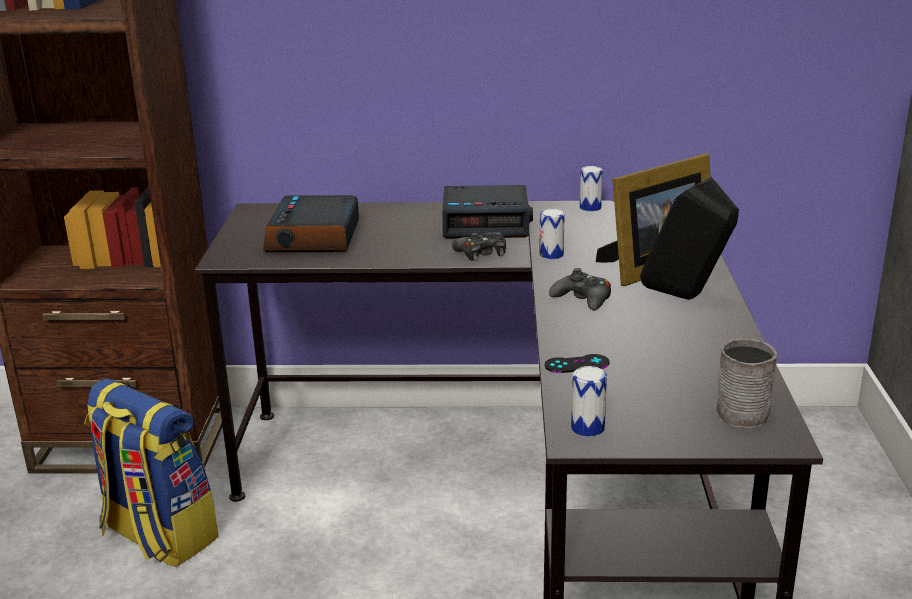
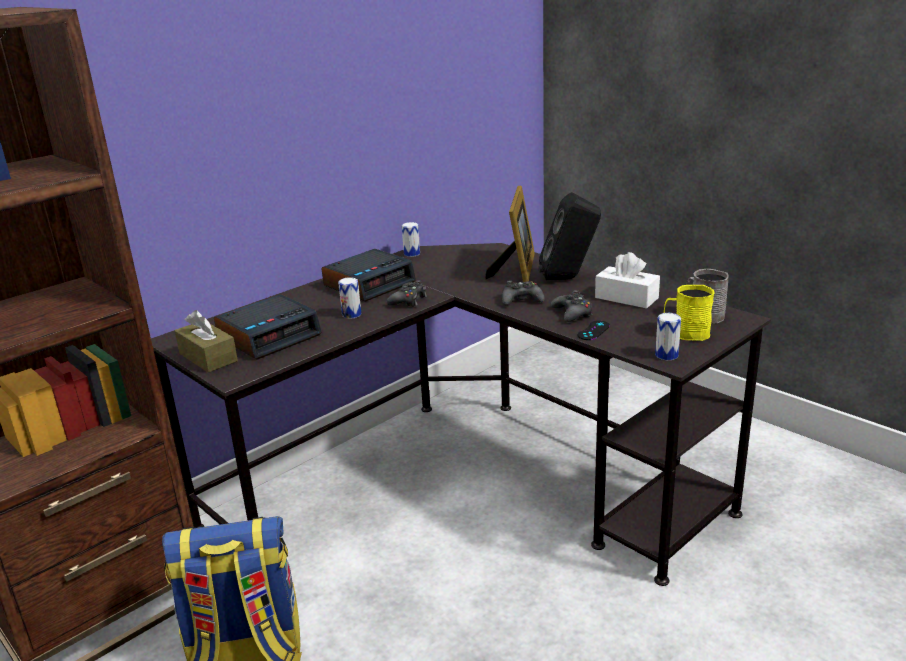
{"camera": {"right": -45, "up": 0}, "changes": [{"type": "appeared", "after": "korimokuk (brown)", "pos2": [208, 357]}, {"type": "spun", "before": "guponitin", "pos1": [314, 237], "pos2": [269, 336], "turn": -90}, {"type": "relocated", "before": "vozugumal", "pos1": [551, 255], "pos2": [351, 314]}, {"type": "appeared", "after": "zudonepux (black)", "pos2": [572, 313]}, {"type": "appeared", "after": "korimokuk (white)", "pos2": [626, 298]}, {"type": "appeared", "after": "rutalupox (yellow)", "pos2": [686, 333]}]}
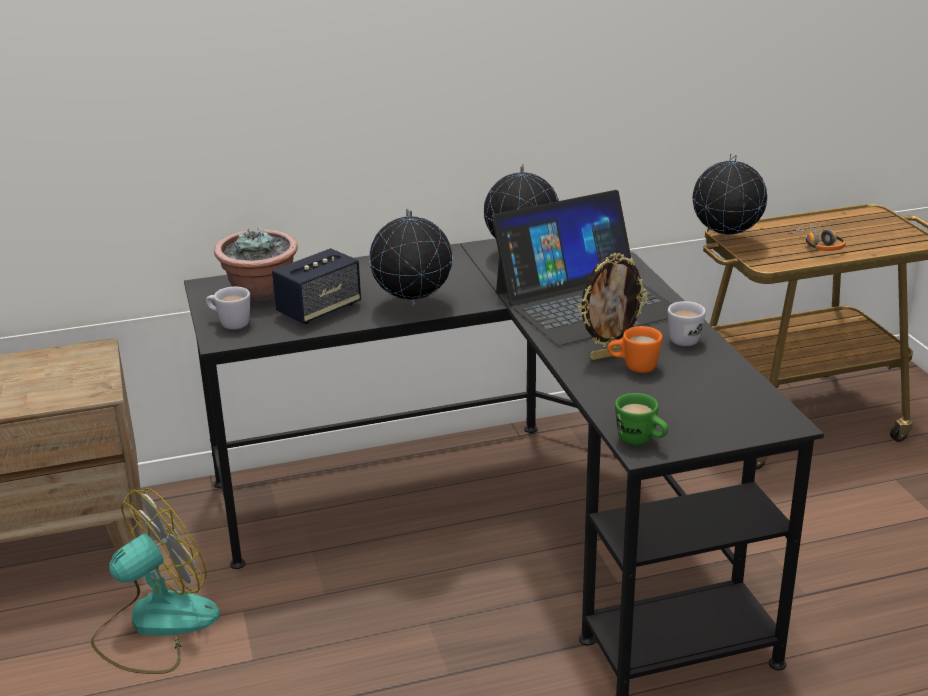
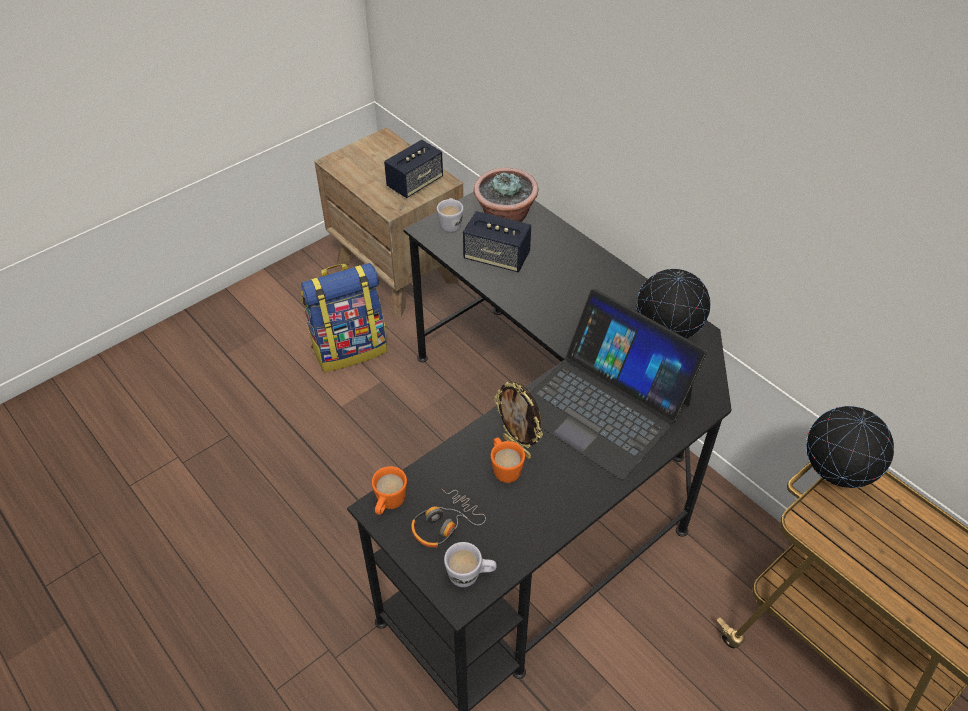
{"camera": {"right": 65, "up": 20}, "changes": [{"type": "exchanged", "before": "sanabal", "after": "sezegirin", "pos1": [155, 625], "pos2": [350, 348]}, {"type": "colour", "before": "rutalupox (green)", "after": "rutalupox (orange)", "pos1": [641, 441], "pos2": [389, 504]}, {"type": "appeared", "after": "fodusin", "pos2": [415, 183]}, {"type": "relocated", "before": "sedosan", "pos1": [818, 244], "pos2": [444, 524]}, {"type": "relocated", "before": "rutalupox (white)", "pos1": [686, 338], "pos2": [470, 576]}, {"type": "missing", "before": "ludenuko", "pos1": [412, 306]}]}
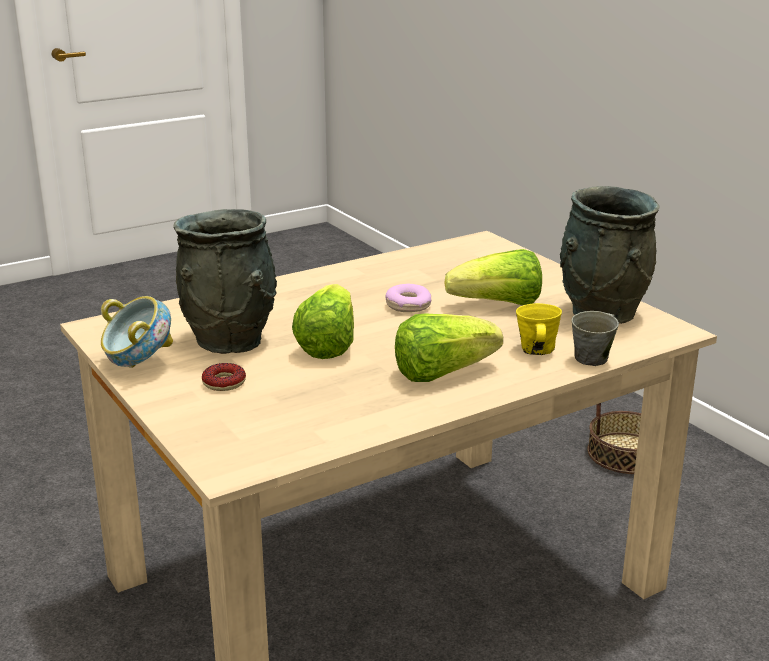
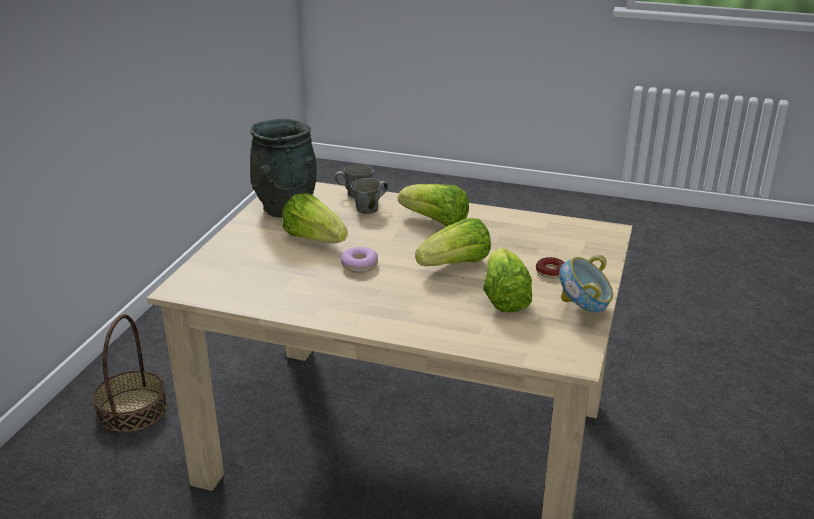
{"camera": {"right": -130, "up": 5}, "changes": [{"type": "colour", "before": "rutalupox (yellow)", "after": "rutalupox (grey)", "pos1": [537, 351], "pos2": [369, 209]}, {"type": "exchanged", "before": "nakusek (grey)", "after": "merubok", "pos1": [231, 340], "pos2": [504, 297]}]}
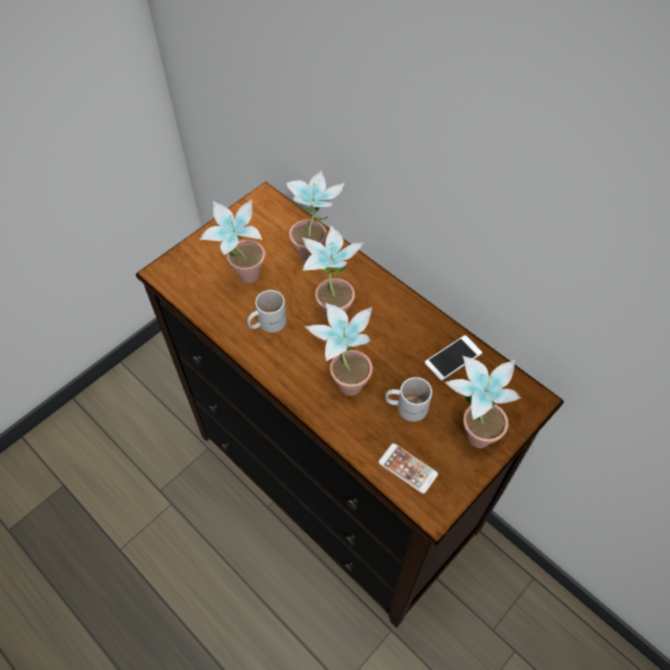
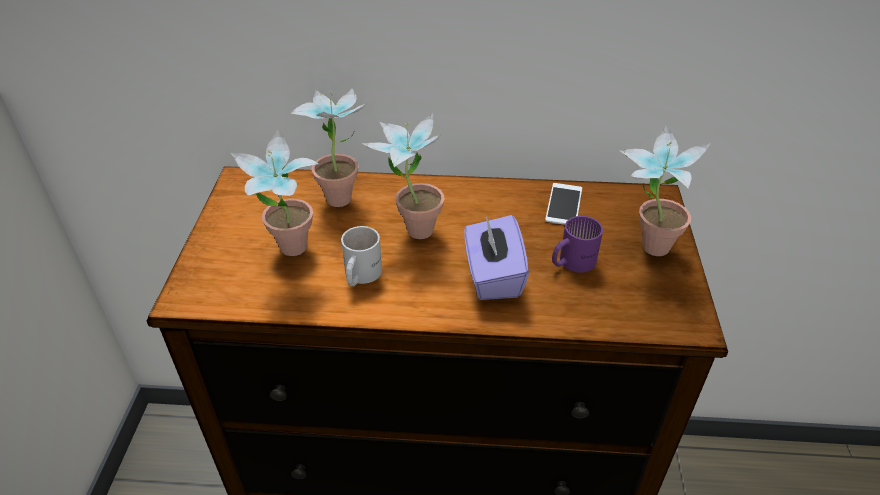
{"camera": {"right": -40, "up": -15}, "changes": [{"type": "exchanged", "before": "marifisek", "after": "korimokuk (purple)", "pos1": [344, 380], "pos2": [492, 276]}, {"type": "colour", "before": "rutalupox (white)", "after": "rutalupox (purple)", "pos1": [406, 405], "pos2": [571, 261]}, {"type": "missing", "before": "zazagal", "pos1": [408, 468]}]}
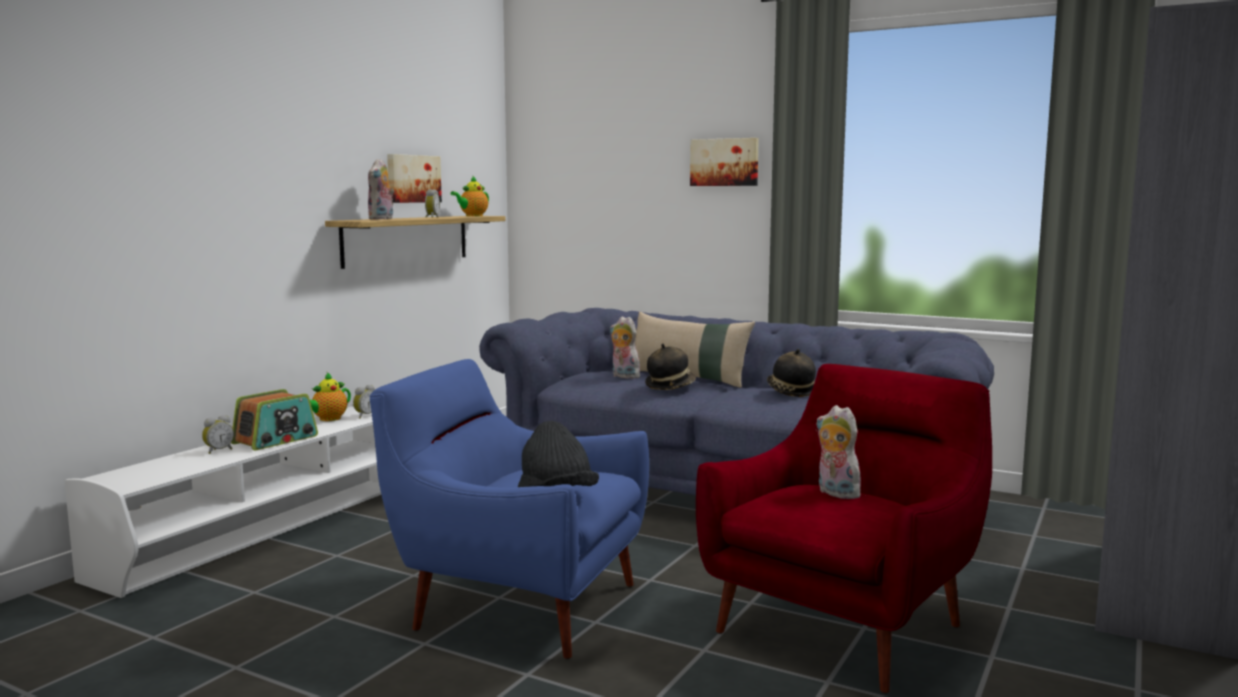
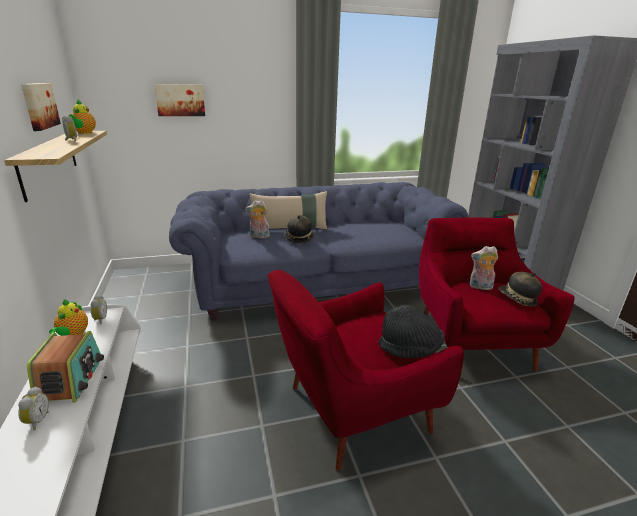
{"camera": {"right": -45, "up": 15}, "changes": [{"type": "relocated", "before": "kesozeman", "pos1": [724, 162], "pos2": [180, 100]}, {"type": "colour", "before": "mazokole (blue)", "after": "mazokole (red)", "pos1": [517, 604], "pos2": [351, 411]}, {"type": "relocated", "before": "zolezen", "pos1": [791, 392], "pos2": [516, 299]}, {"type": "missing", "before": "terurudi", "pos1": [382, 219]}]}
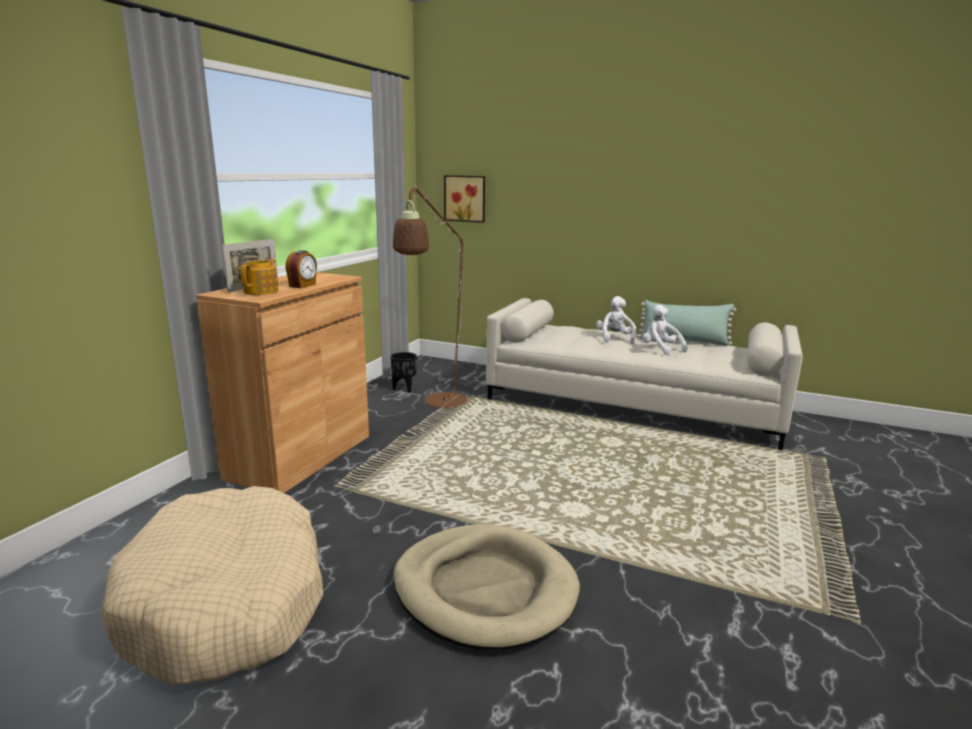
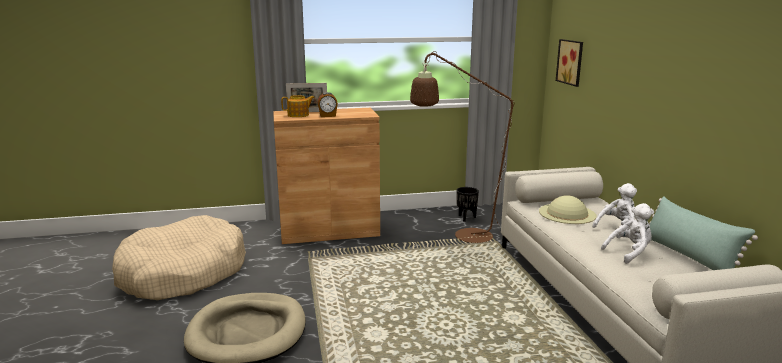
{"camera": {"right": 55, "up": 0}, "changes": [{"type": "appeared", "after": "zolezen (beige)", "pos2": [567, 213]}, {"type": "spun", "before": "terurudi (white)", "pos1": [660, 349], "pos2": [629, 252], "turn": 45}]}
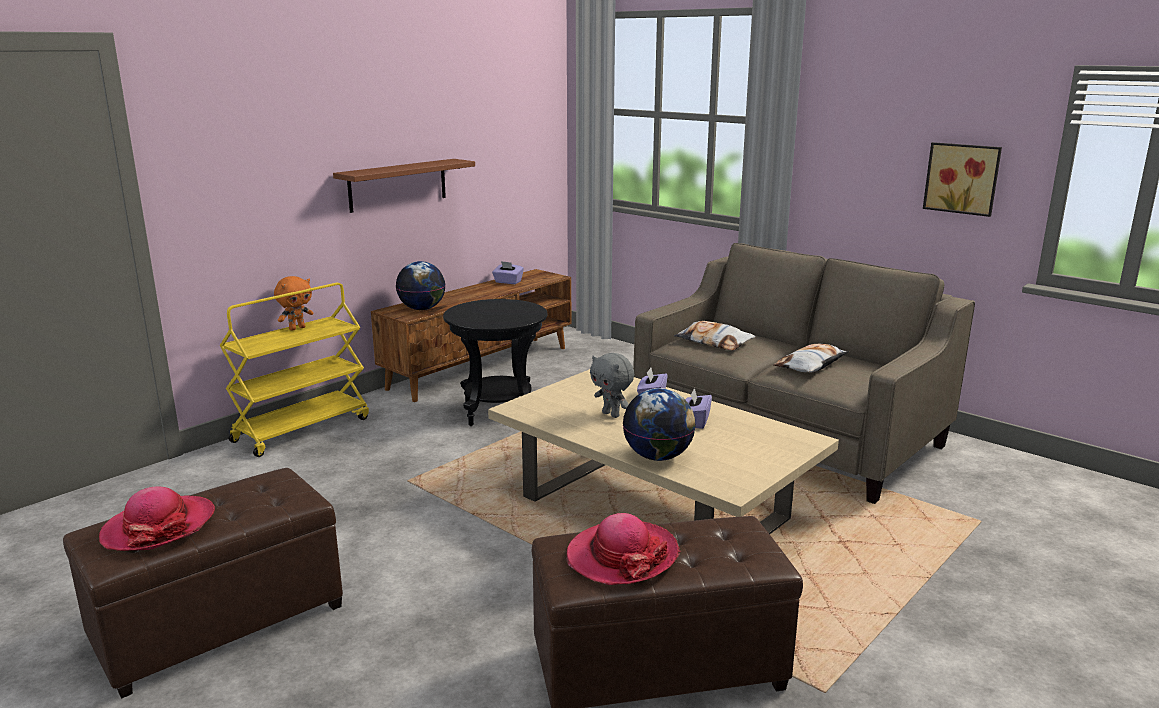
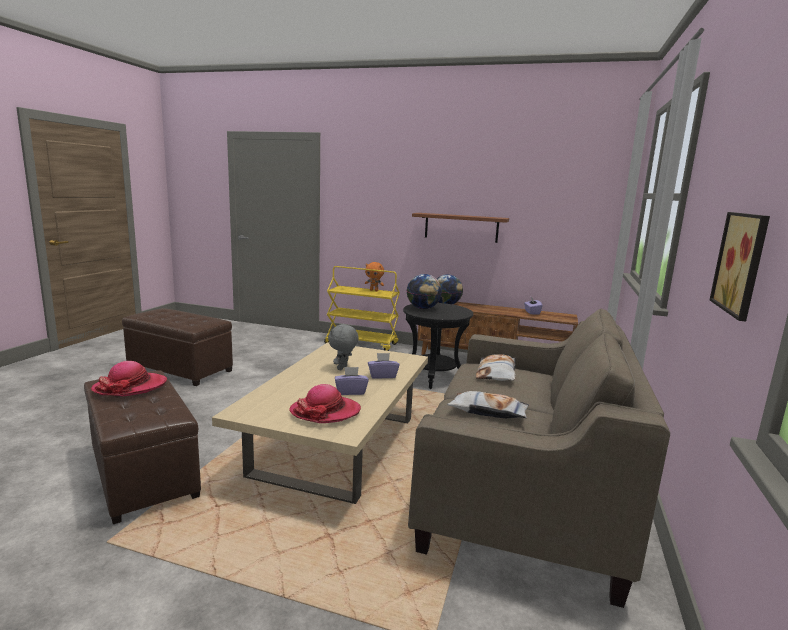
{"camera": {"right": 65, "up": -5}, "changes": [{"type": "relocated", "before": "zolezen", "pos1": [159, 527], "pos2": [325, 411]}, {"type": "relocated", "before": "ludenuko", "pos1": [658, 457], "pos2": [423, 308]}]}
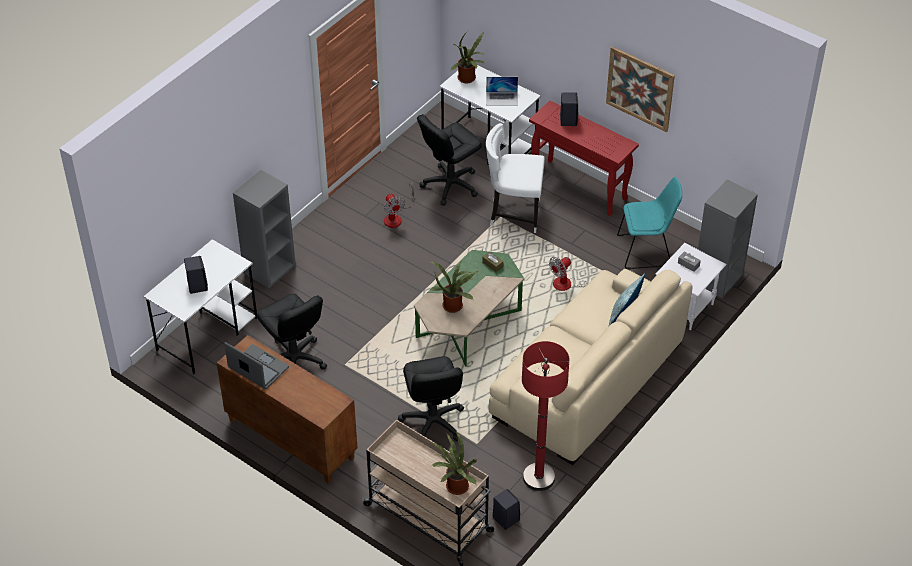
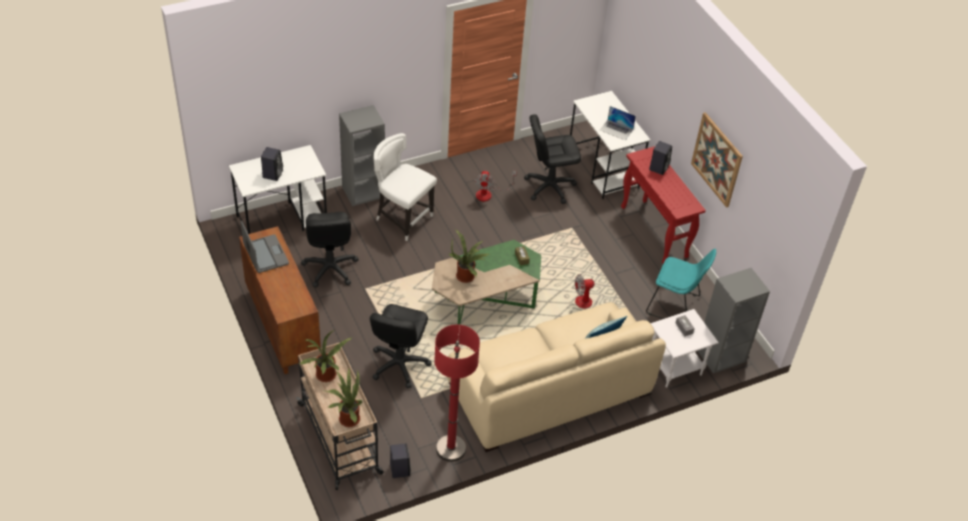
{"camera": {"right": 25, "up": 0}, "changes": [{"type": "relocated", "before": "marifisek", "pos1": [468, 79], "pos2": [326, 377]}, {"type": "relocated", "before": "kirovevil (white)", "pos1": [513, 214], "pos2": [402, 218]}]}
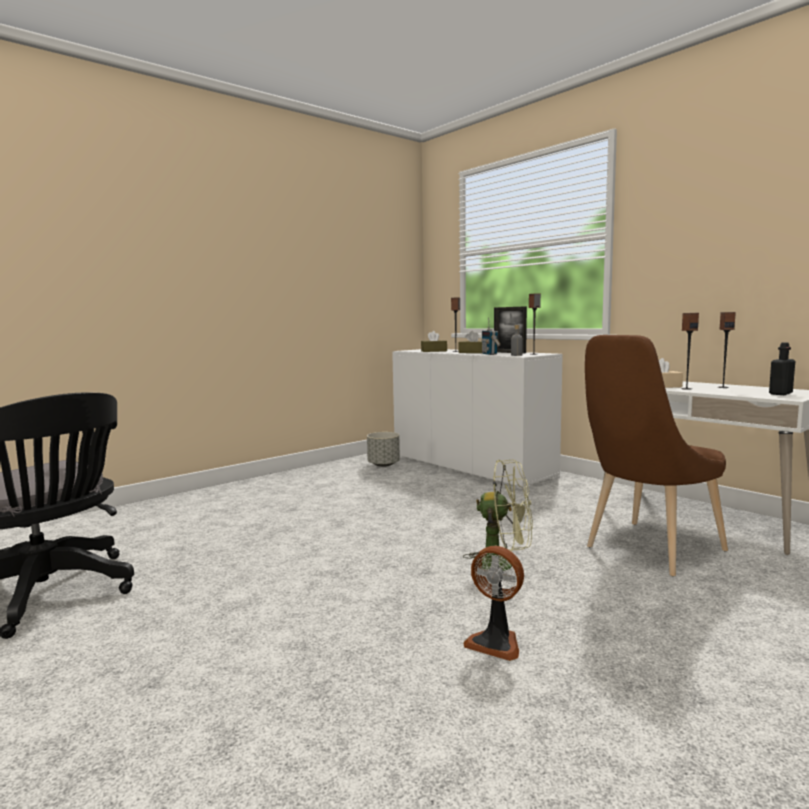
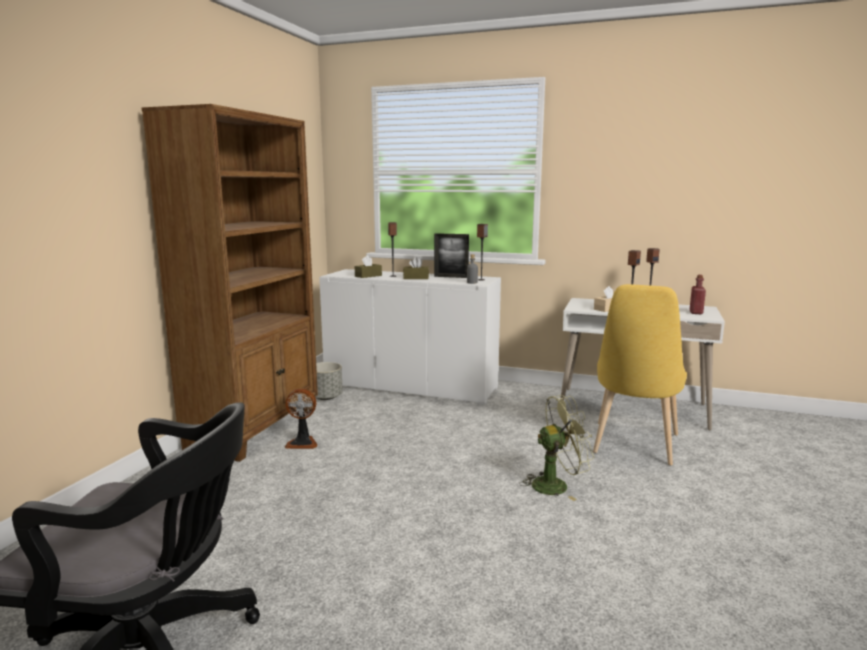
{"camera": {"right": -30, "up": 5}, "changes": [{"type": "appeared", "after": "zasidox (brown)", "pos2": [256, 428]}, {"type": "relocated", "before": "sanabal", "pos1": [496, 642], "pos2": [303, 443]}, {"type": "colour", "before": "kirovevil (brown)", "after": "kirovevil (yellow)", "pos1": [648, 550], "pos2": [633, 446]}, {"type": "colour", "before": "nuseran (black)", "after": "nuseran (red)", "pos1": [780, 393], "pos2": [696, 312]}, {"type": "missing", "before": "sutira", "pos1": [490, 354]}]}
